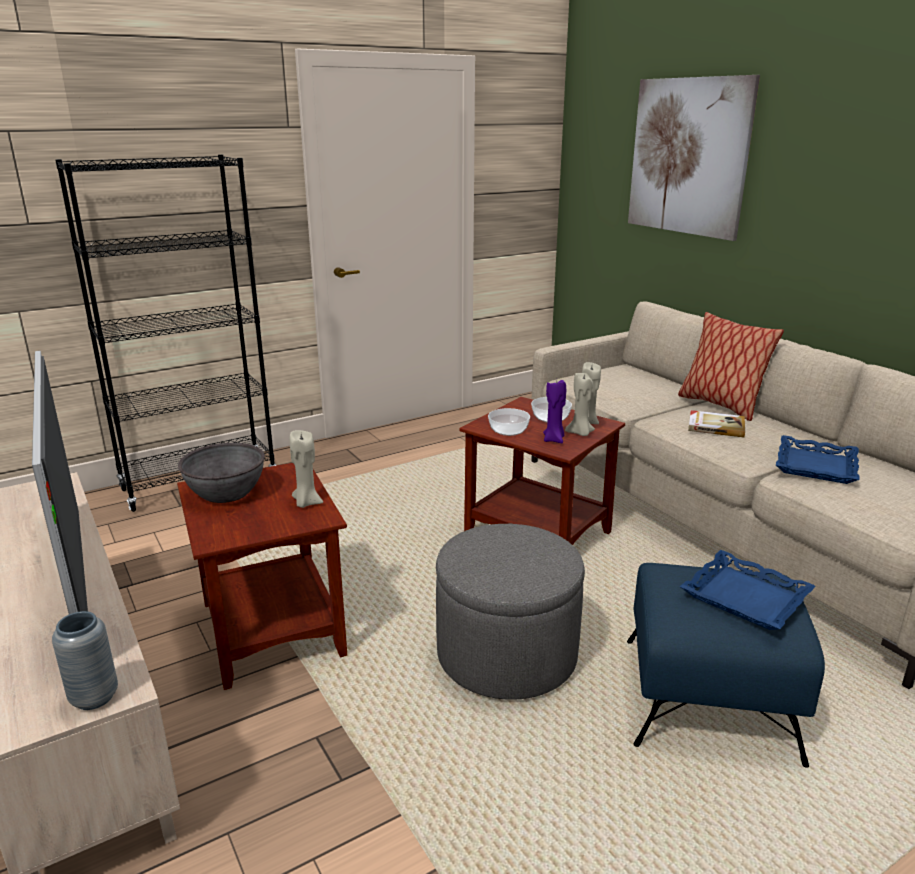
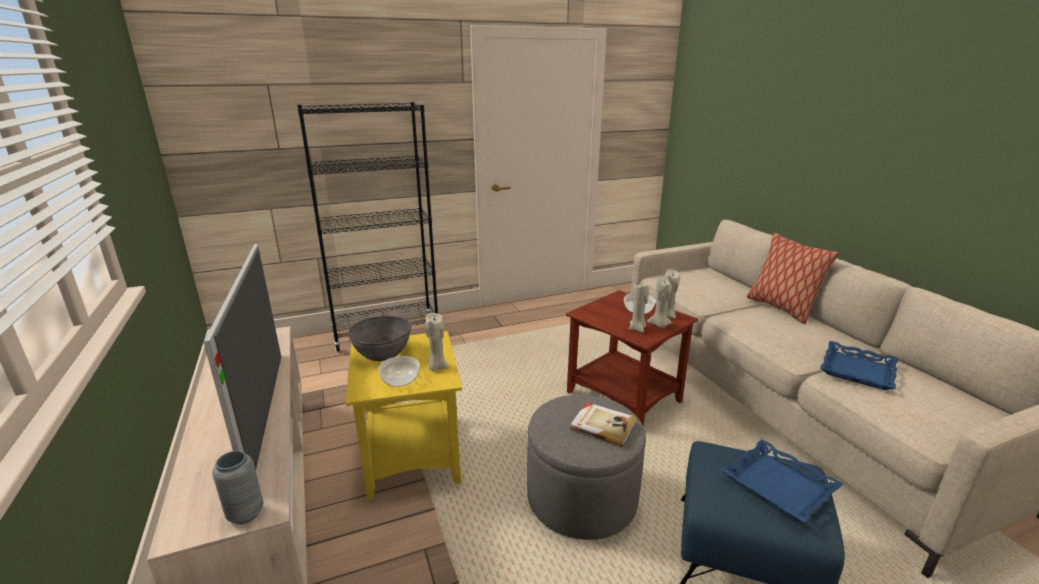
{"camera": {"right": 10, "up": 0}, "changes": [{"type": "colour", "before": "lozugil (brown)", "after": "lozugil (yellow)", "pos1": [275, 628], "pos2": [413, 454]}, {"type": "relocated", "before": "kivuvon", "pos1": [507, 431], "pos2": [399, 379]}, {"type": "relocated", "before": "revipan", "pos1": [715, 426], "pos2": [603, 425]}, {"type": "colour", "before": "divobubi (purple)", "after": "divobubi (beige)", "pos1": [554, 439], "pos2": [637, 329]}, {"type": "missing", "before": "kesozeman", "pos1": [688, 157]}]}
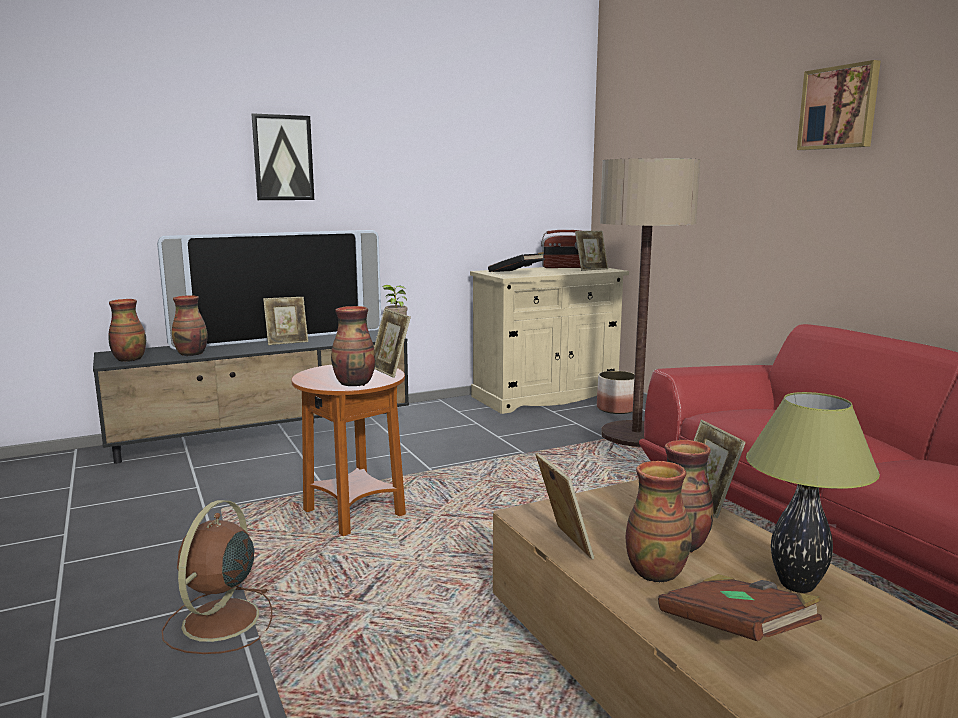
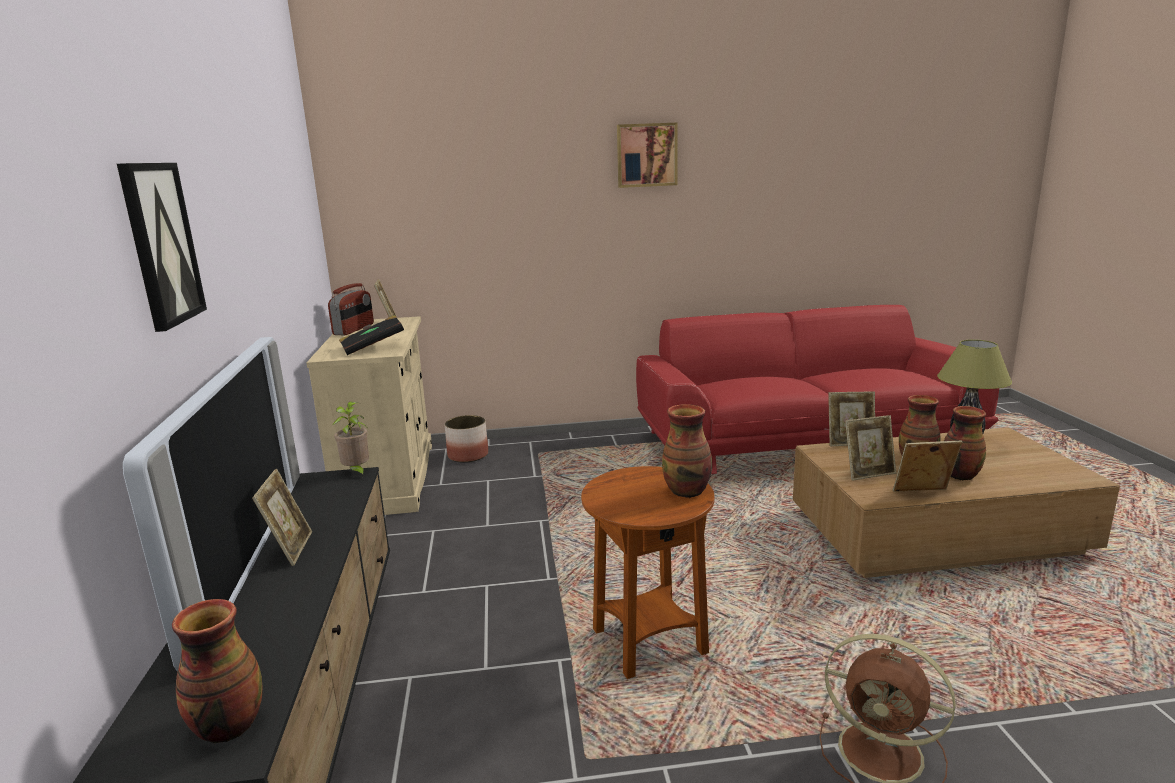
{"camera": {"right": -70, "up": 5}, "changes": [{"type": "relocated", "before": "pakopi", "pos1": [390, 371], "pos2": [868, 473]}, {"type": "missing", "before": "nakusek", "pos1": [192, 354]}, {"type": "missing", "before": "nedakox", "pos1": [636, 436]}, {"type": "missing", "before": "revipan (brown)", "pos1": [735, 631]}]}
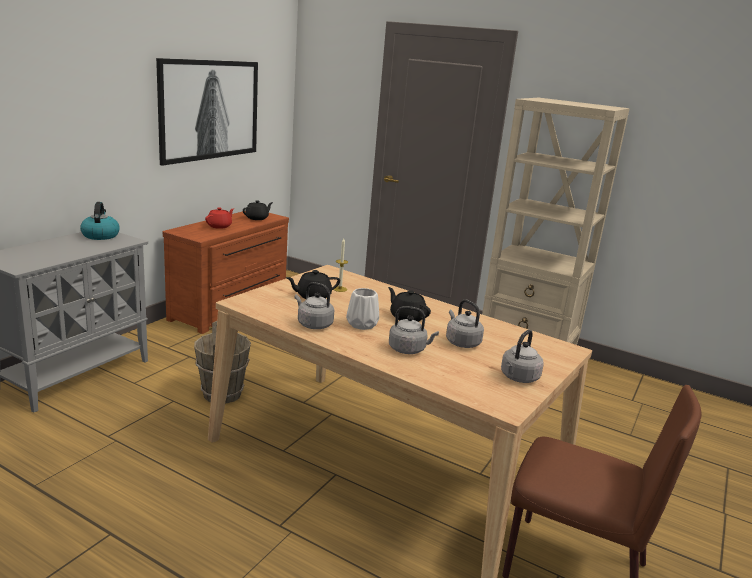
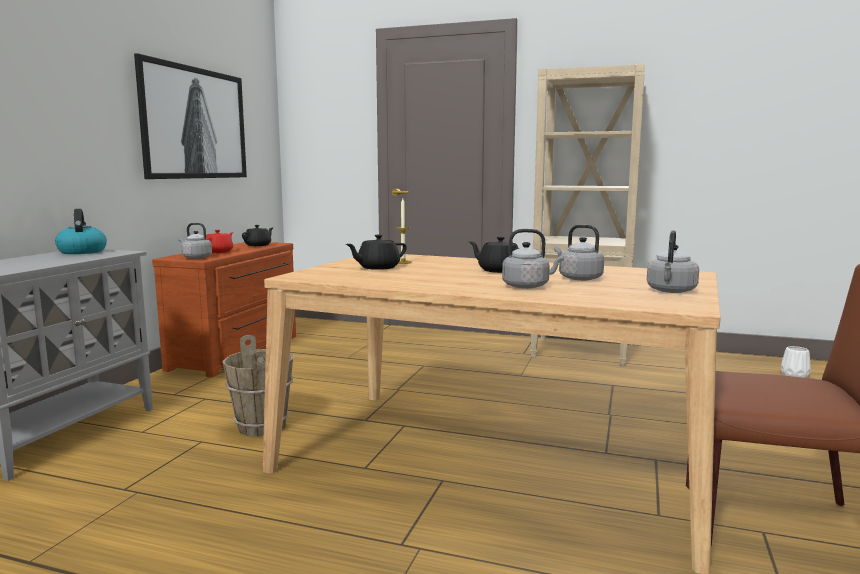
{"camera": {"right": -10, "up": -10}, "changes": [{"type": "relocated", "before": "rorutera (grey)", "pos1": [313, 324], "pos2": [195, 257]}, {"type": "relocated", "before": "nakusek (white)", "pos1": [361, 324], "pos2": [793, 375]}]}
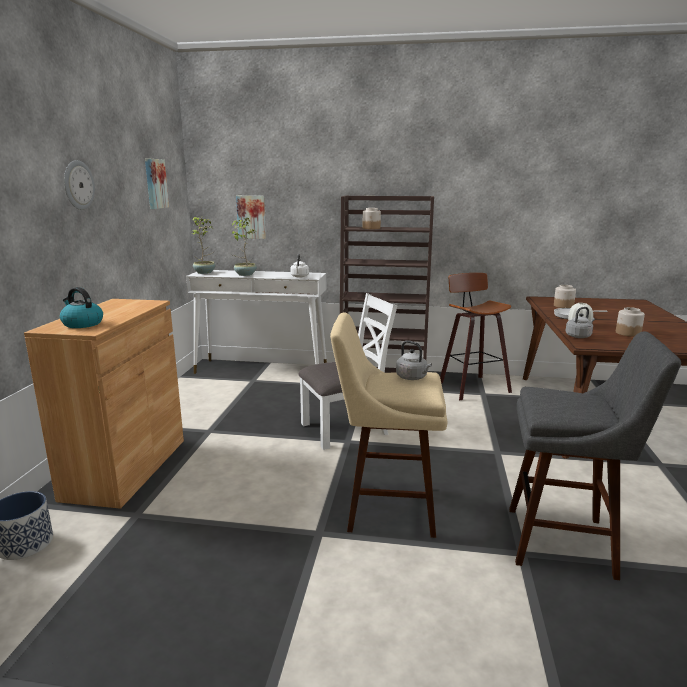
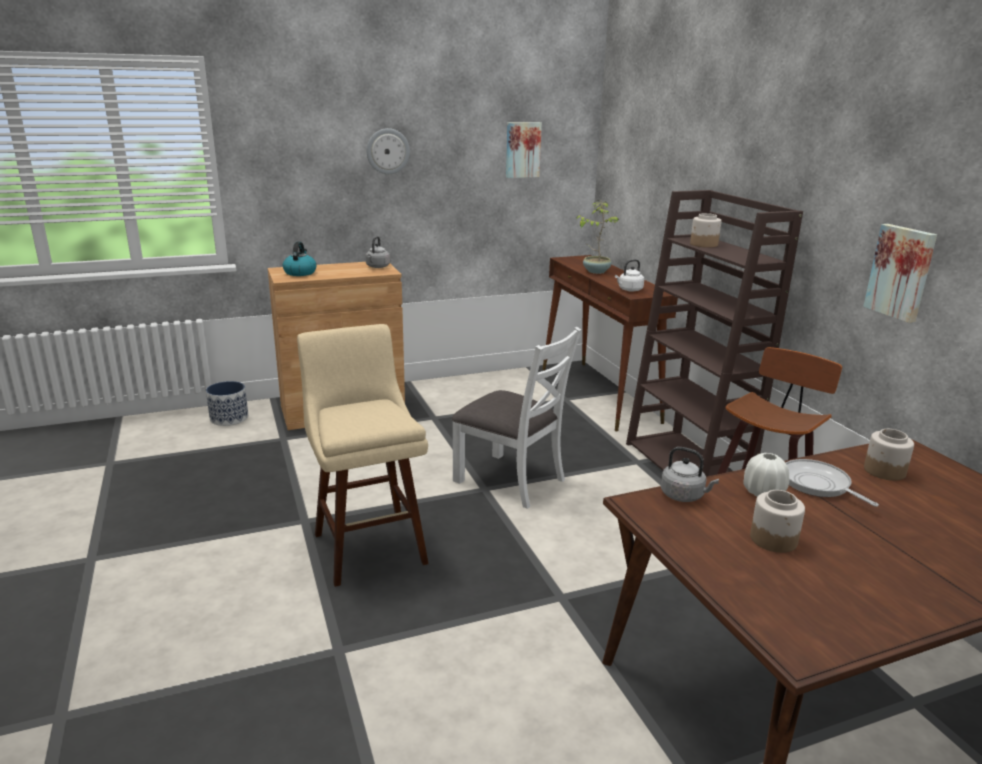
{"camera": {"right": 60, "up": 5}, "changes": [{"type": "relocated", "before": "rorutera (grey)", "pos1": [412, 378], "pos2": [377, 267]}, {"type": "colour", "before": "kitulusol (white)", "after": "kitulusol (brown)", "pos1": [262, 370], "pos2": [598, 394]}, {"type": "relocated", "before": "kesozeman", "pos1": [251, 217], "pos2": [901, 272]}, {"type": "missing", "before": "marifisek", "pos1": [205, 272]}, {"type": "missing", "before": "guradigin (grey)", "pos1": [566, 542]}]}
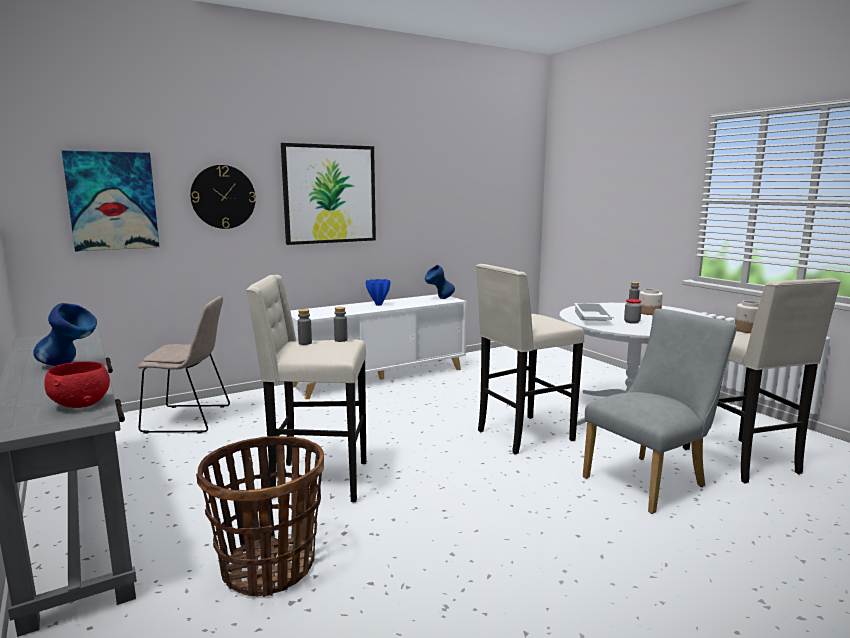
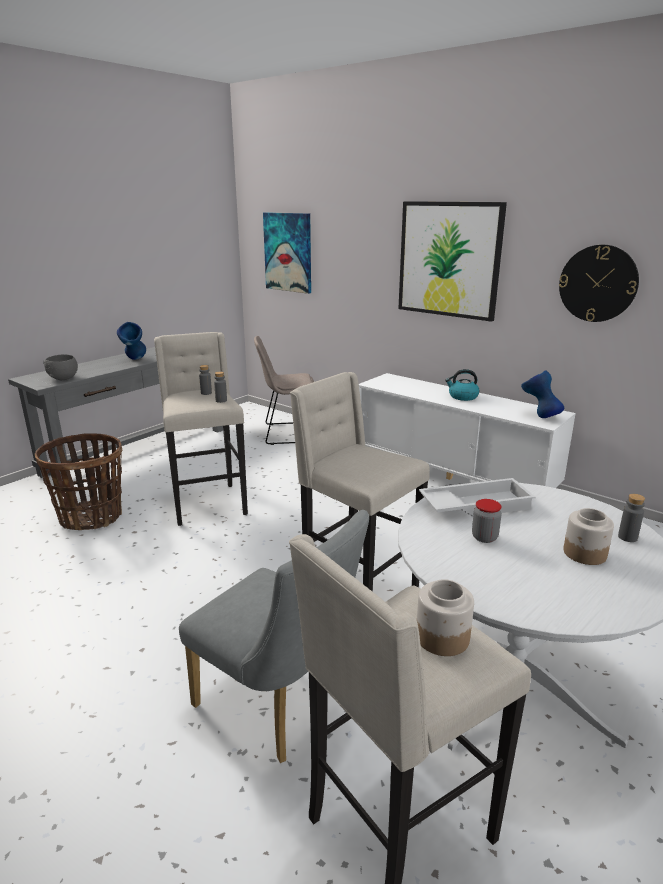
{"camera": {"right": 70, "up": 10}, "changes": [{"type": "colour", "before": "kivuvon (red)", "after": "kivuvon (grey)", "pos1": [81, 404], "pos2": [64, 378]}, {"type": "spun", "before": "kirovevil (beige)", "pos1": [190, 419], "pos2": [288, 433], "turn": 105}, {"type": "exchanged", "before": "nakusek (blue)", "after": "rorutera", "pos1": [378, 304], "pos2": [462, 397]}, {"type": "relocated", "before": "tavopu", "pos1": [223, 197], "pos2": [598, 283]}]}
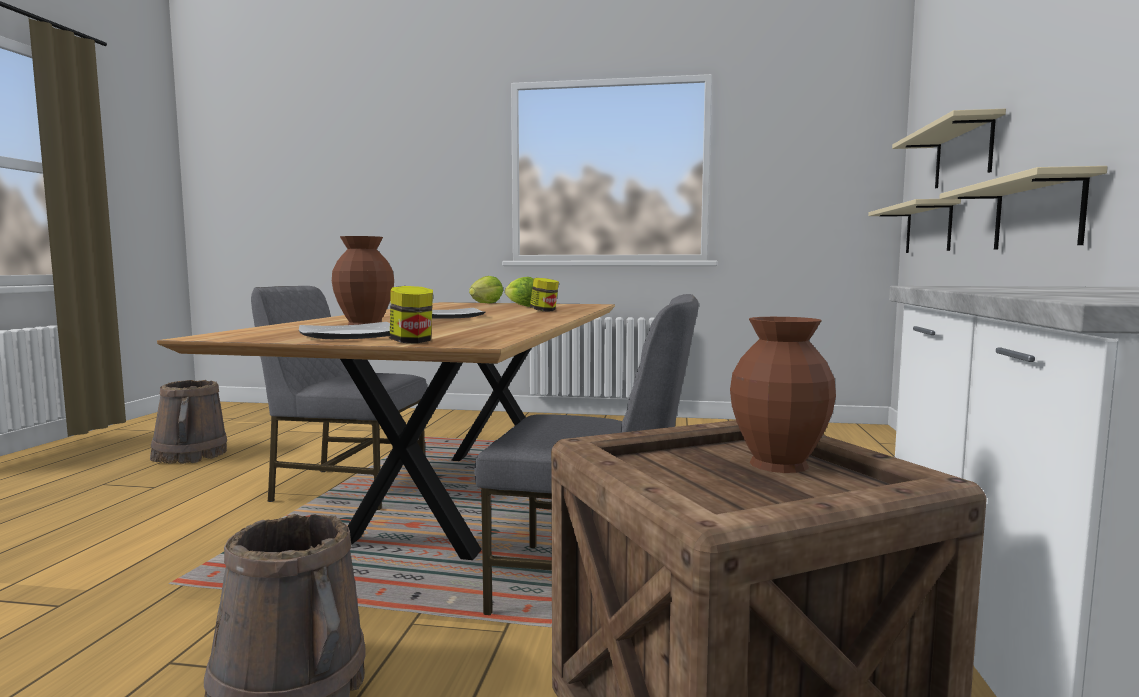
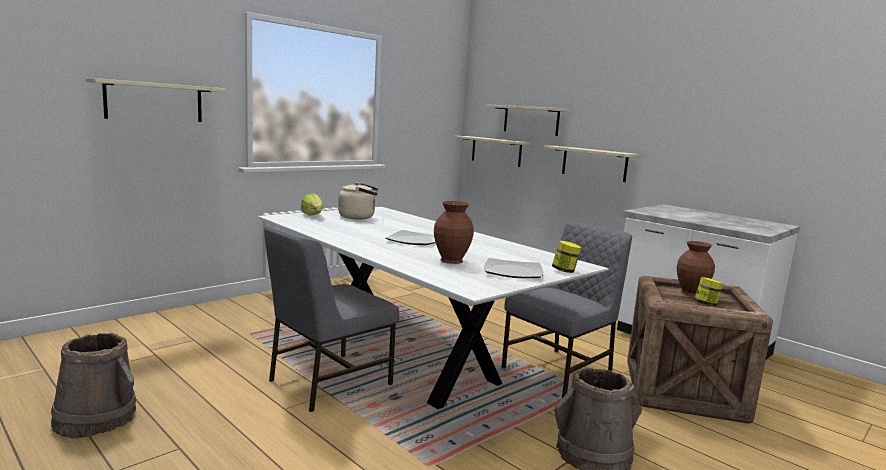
{"camera": {"right": -55, "up": 5}, "changes": [{"type": "appeared", "after": "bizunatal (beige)", "pos2": [154, 101]}, {"type": "colour", "before": "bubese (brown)", "after": "bubese (white)", "pos1": [462, 498], "pos2": [407, 360]}, {"type": "exchanged", "before": "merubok", "after": "rorutera (beige)", "pos1": [522, 306], "pos2": [359, 217]}, {"type": "relocated", "before": "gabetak", "pos1": [544, 311], "pos2": [706, 304]}]}
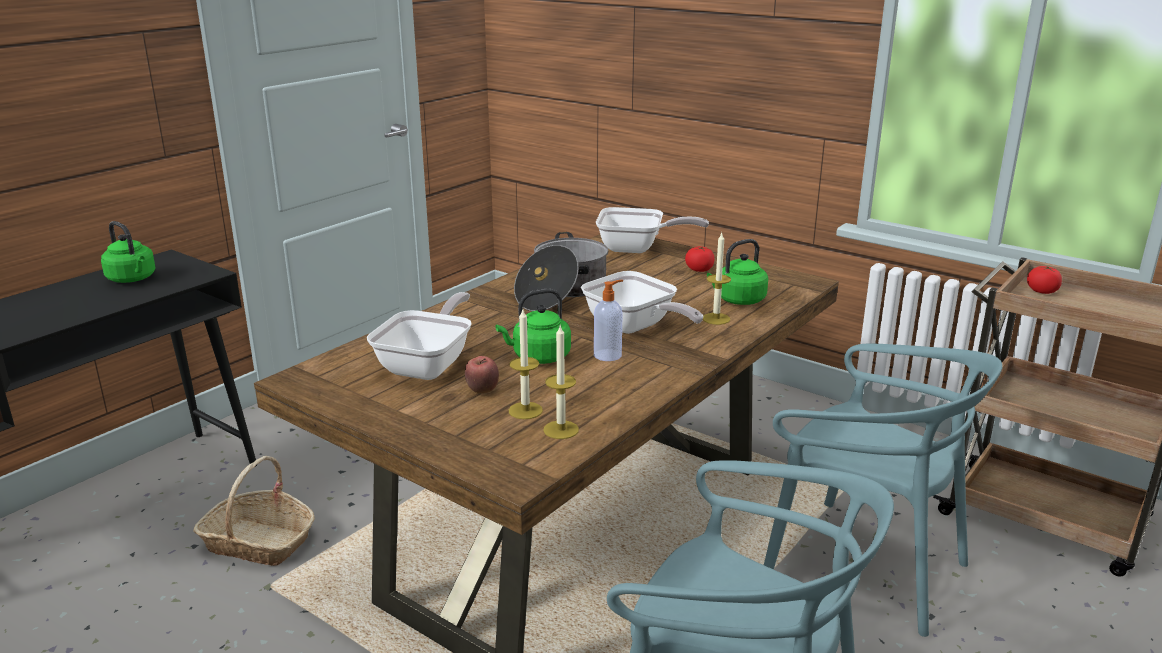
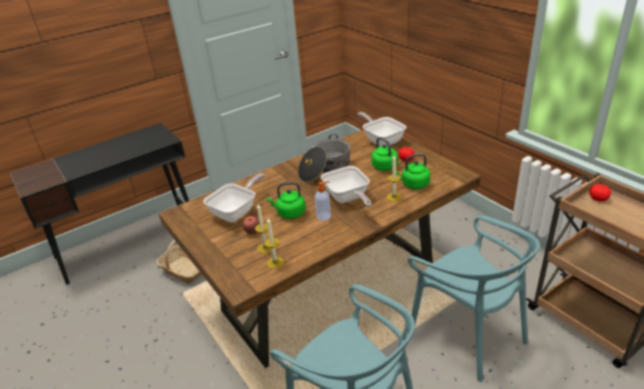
{"camera": {"right": 20, "up": 10}, "changes": [{"type": "spun", "before": "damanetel", "pos1": [637, 249], "pos2": [381, 140], "turn": -150}, {"type": "relocated", "before": "rorutera (green)", "pos1": [133, 279], "pos2": [385, 167]}]}
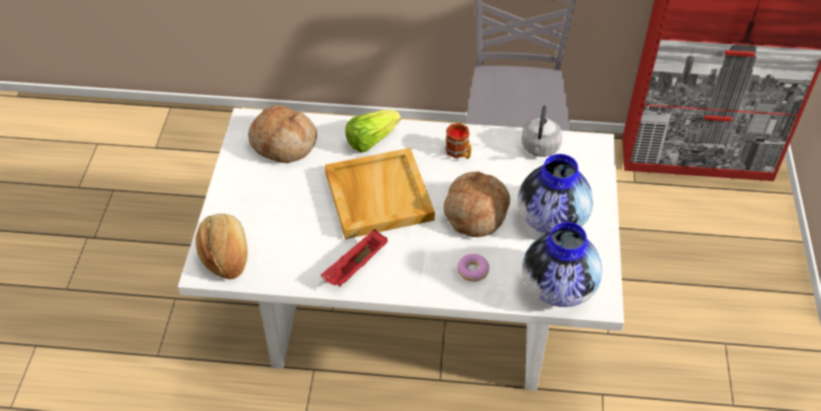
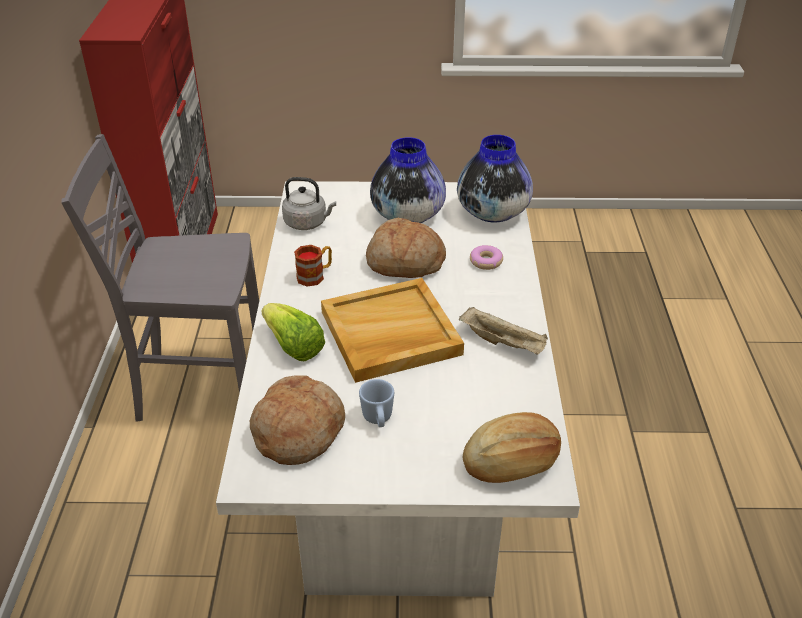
{"camera": {"right": -95, "up": -10}, "changes": [{"type": "appeared", "after": "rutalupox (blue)", "pos2": [378, 420]}, {"type": "colour", "before": "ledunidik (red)", "after": "ledunidik (beige)", "pos1": [355, 267], "pos2": [503, 342]}]}
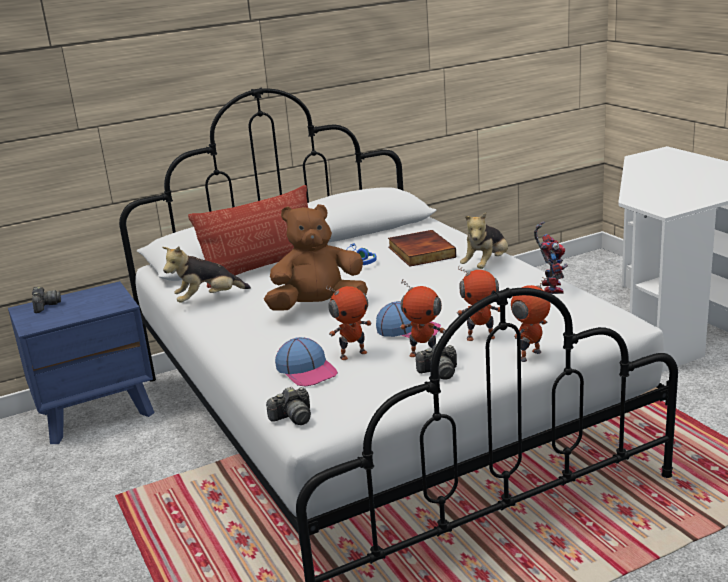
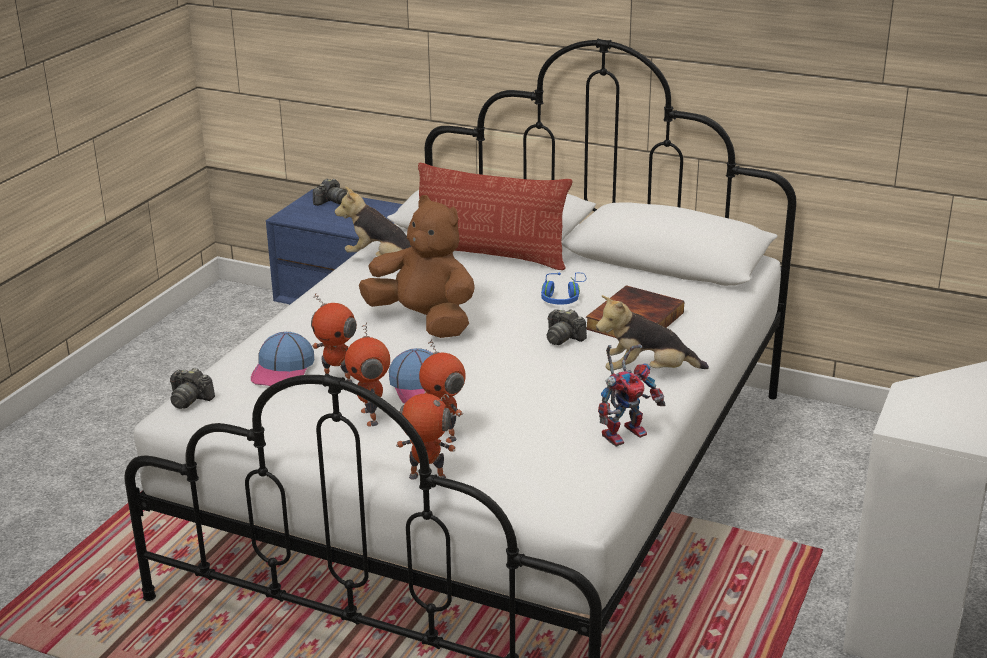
{"camera": {"right": 50, "up": 5}, "changes": [{"type": "relocated", "before": "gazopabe", "pos1": [439, 372], "pos2": [563, 338]}]}
